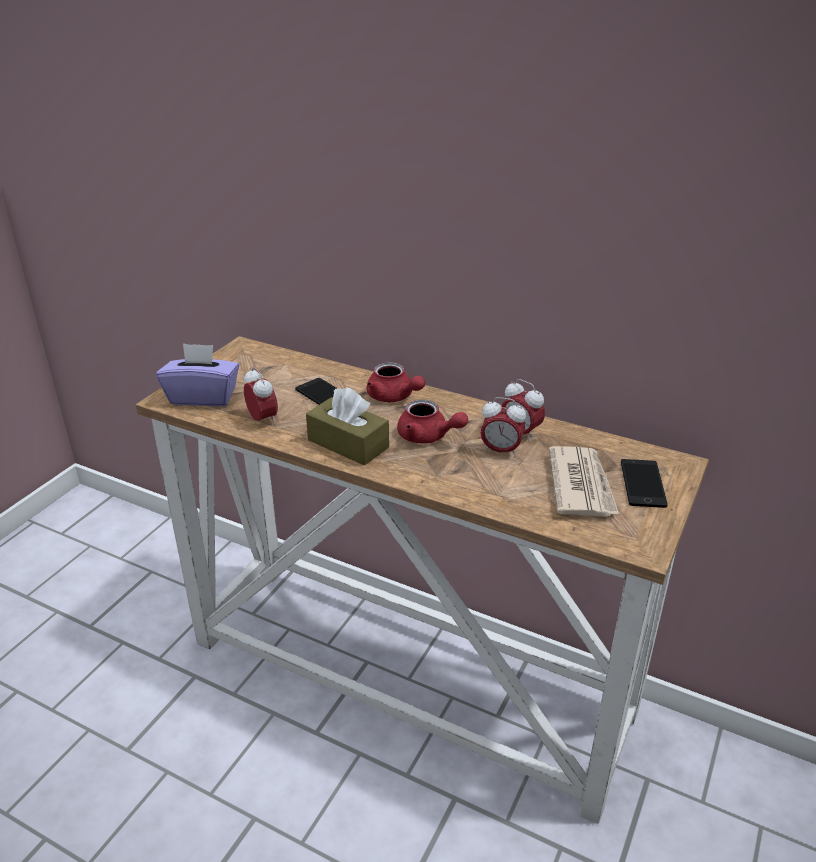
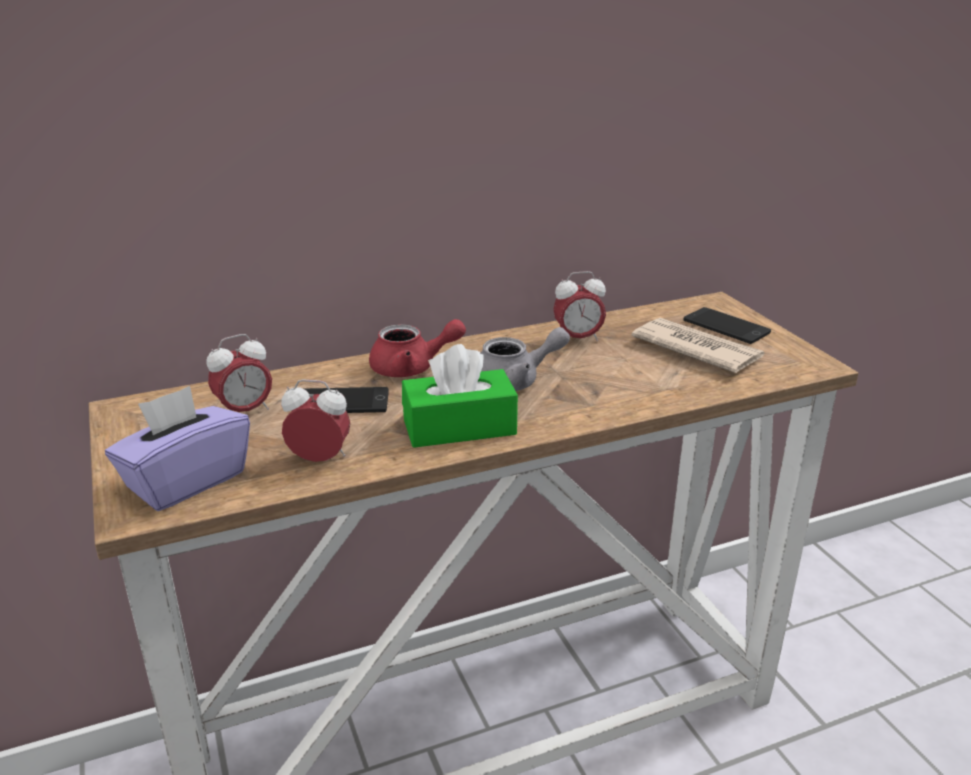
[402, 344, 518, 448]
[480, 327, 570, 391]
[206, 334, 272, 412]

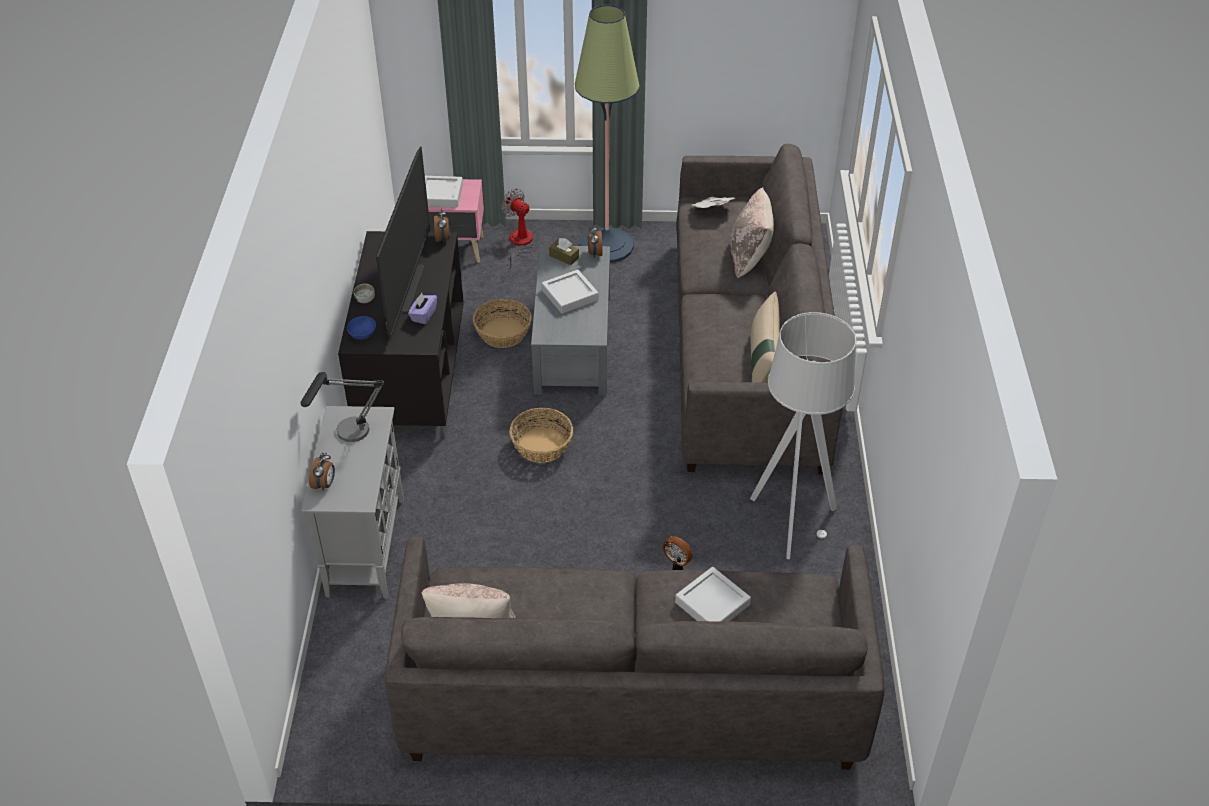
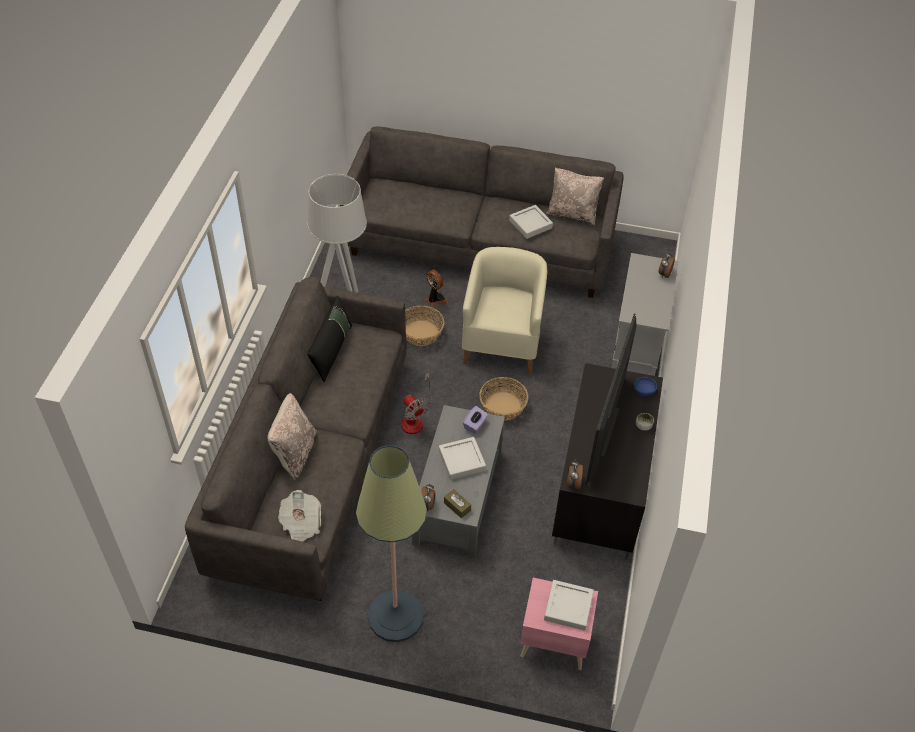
[300, 372, 384, 442] (first image)
[463, 406, 488, 434]
[405, 305, 444, 346]
[401, 373, 432, 434]
[509, 205, 553, 239]
[307, 296, 352, 382]
[462, 247, 547, 374]

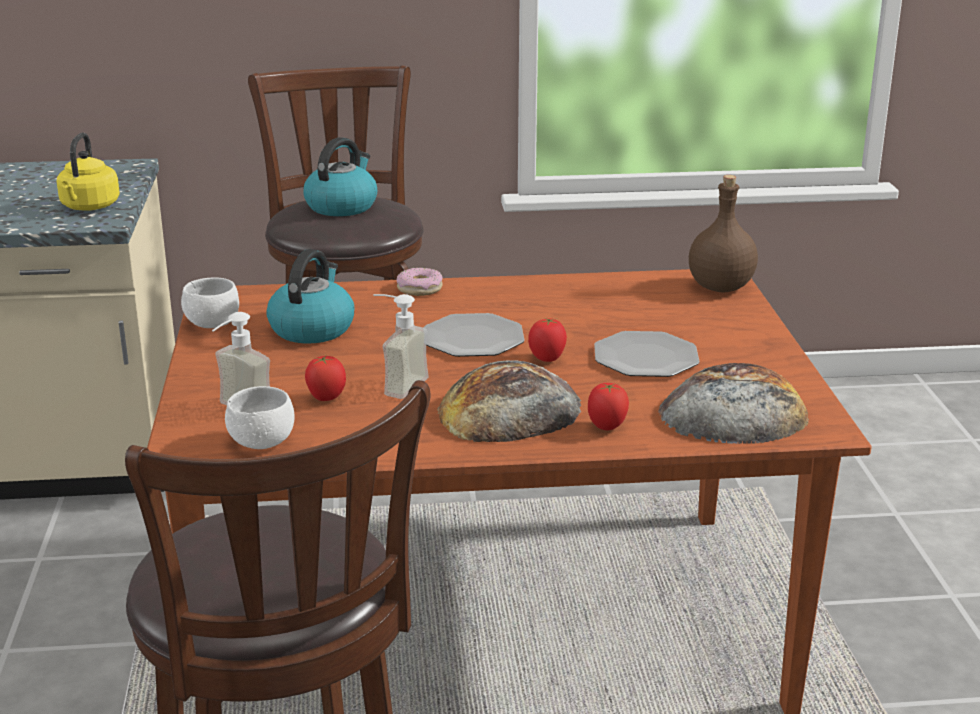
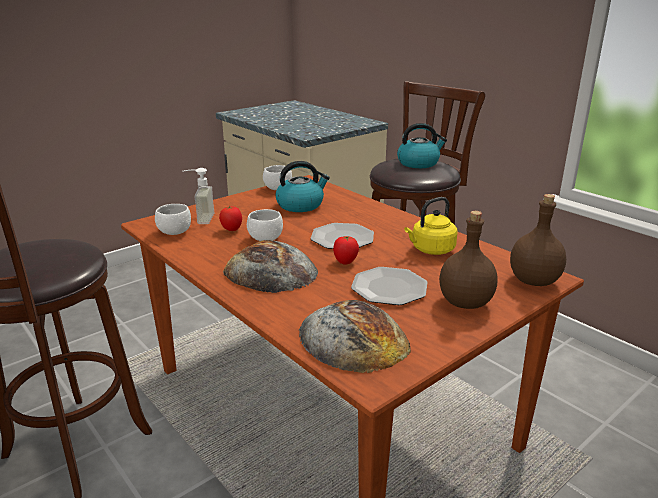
[404, 197, 458, 255]
[247, 209, 283, 241]
[396, 268, 443, 296] (first image)
[588, 383, 629, 430] (first image)
[439, 211, 497, 309]

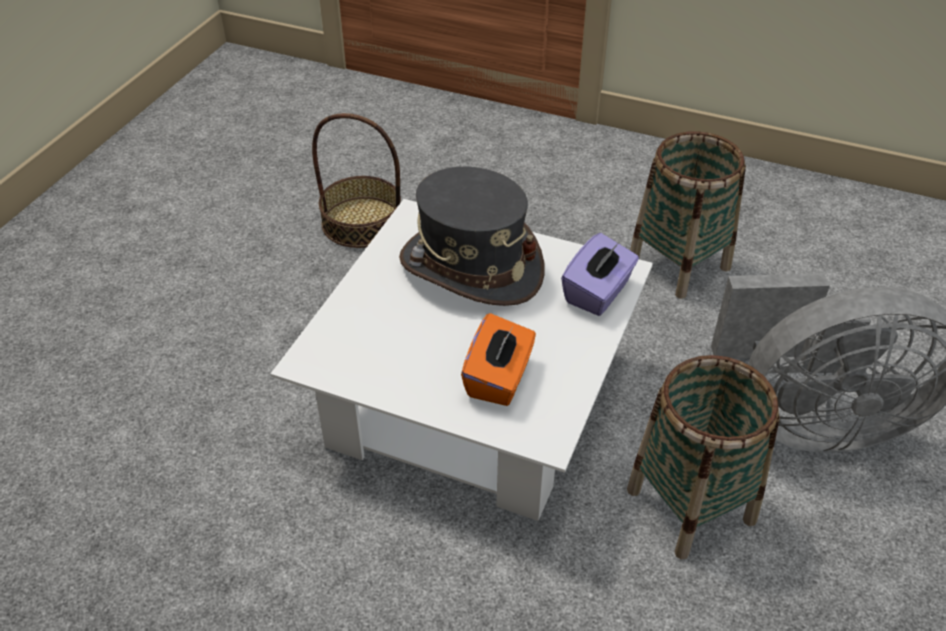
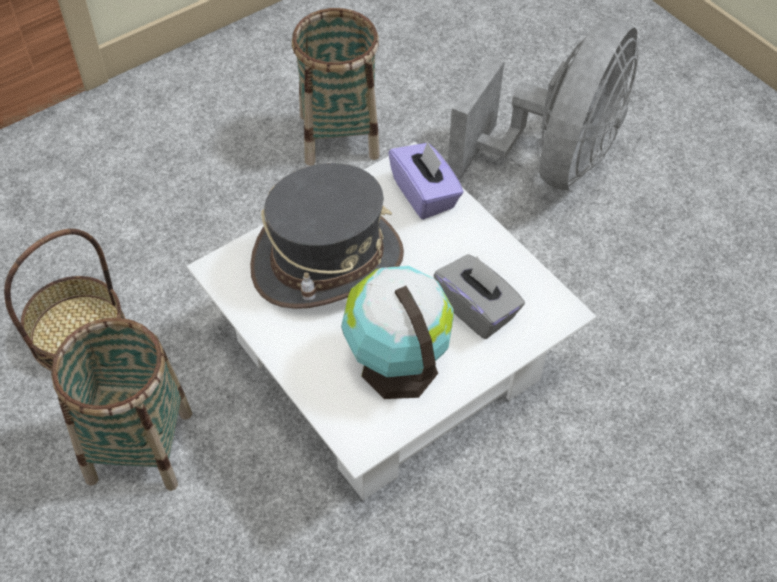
[434, 254, 525, 339]
[51, 318, 192, 491]
[341, 266, 454, 399]

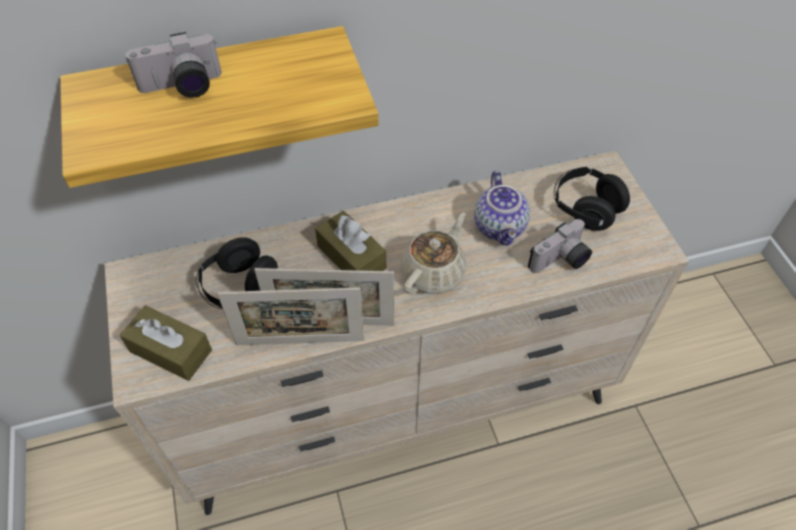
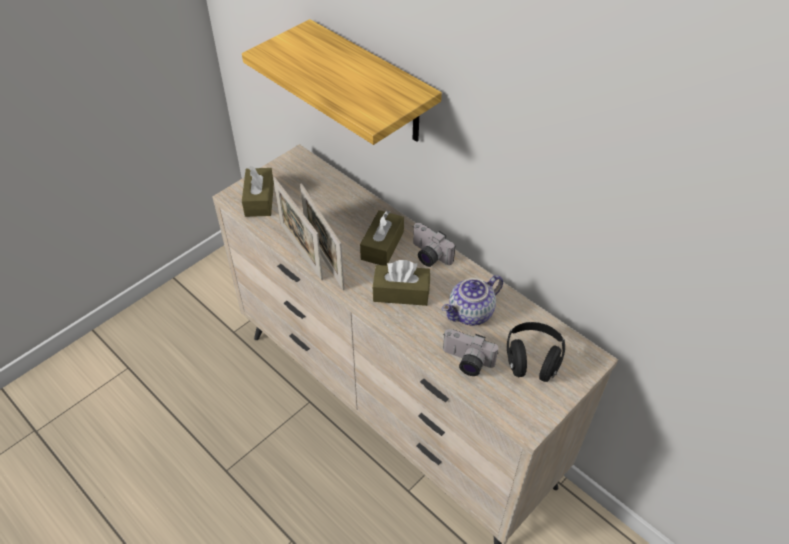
[413, 223, 455, 267]
[196, 237, 278, 309] (first image)
[372, 260, 430, 306]

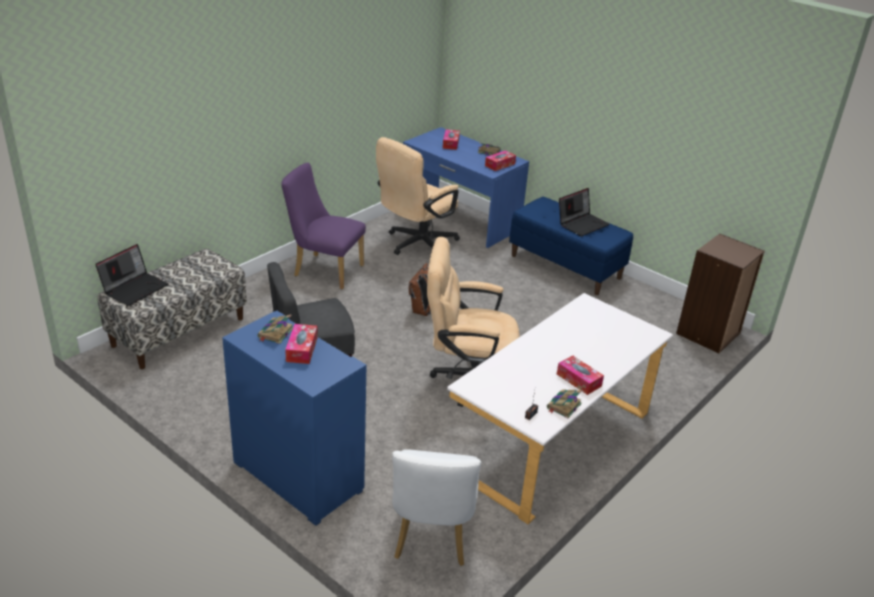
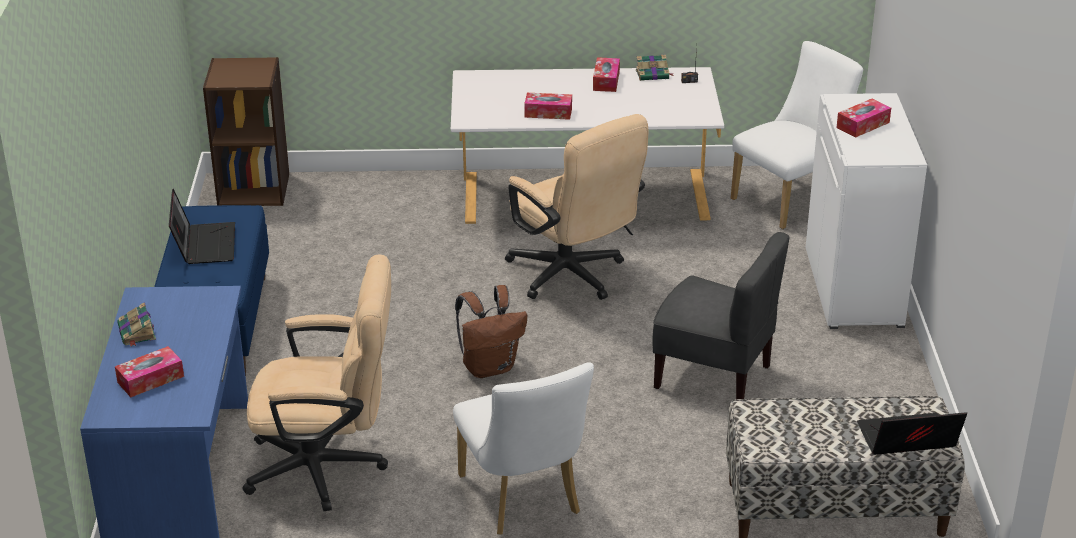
[806, 93, 927, 329]
[258, 315, 293, 344] (first image)
[453, 362, 594, 535]
[524, 93, 572, 120]
[169, 189, 235, 264]

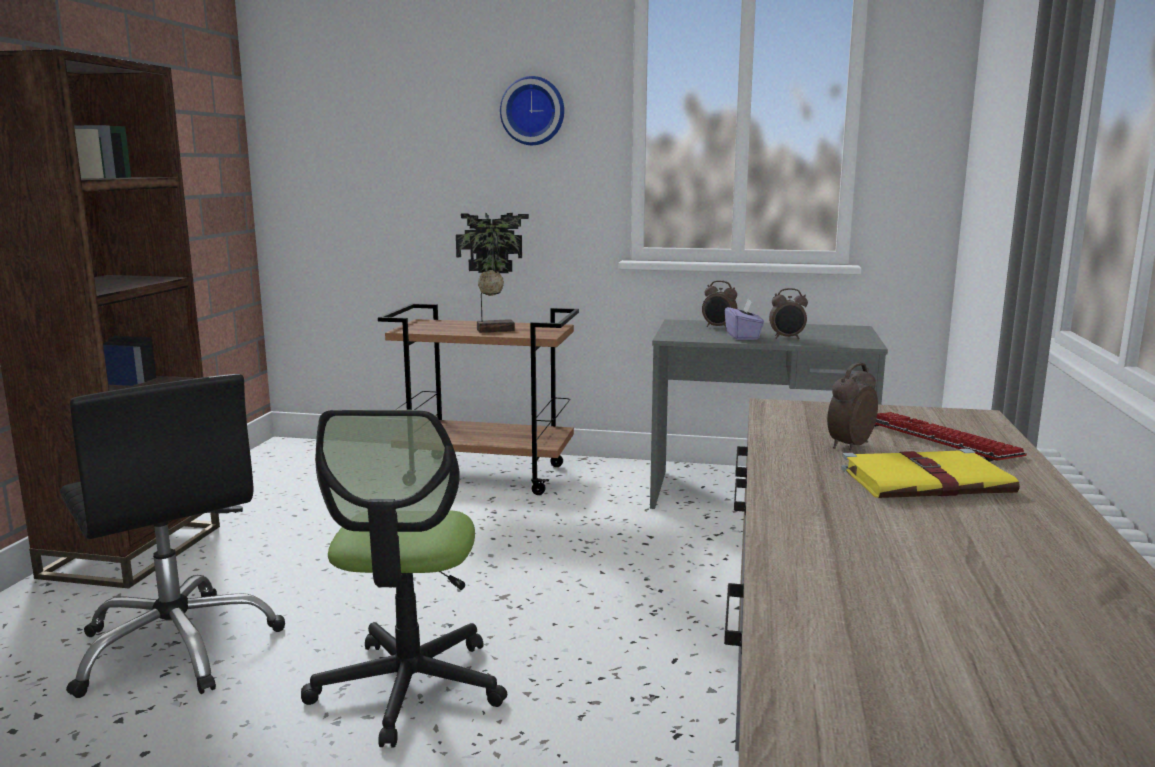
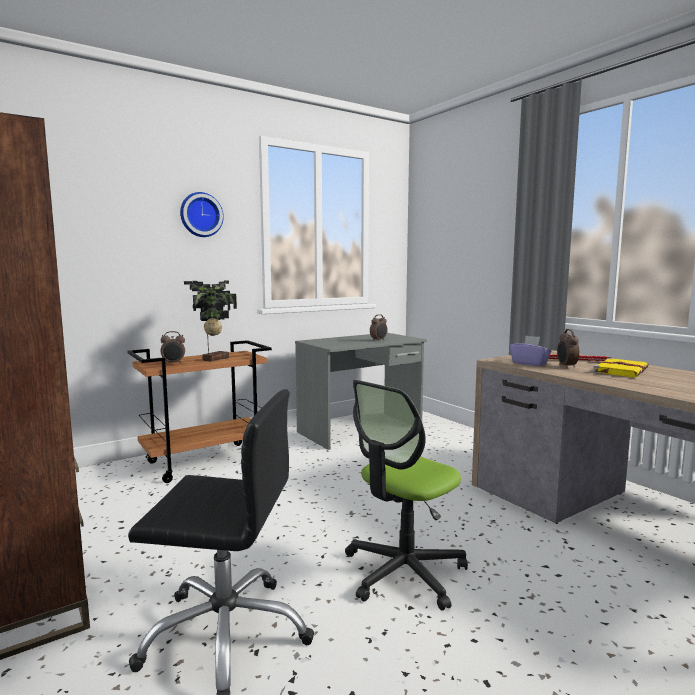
[345, 380, 468, 611]
[160, 331, 185, 364]
[510, 336, 551, 366]

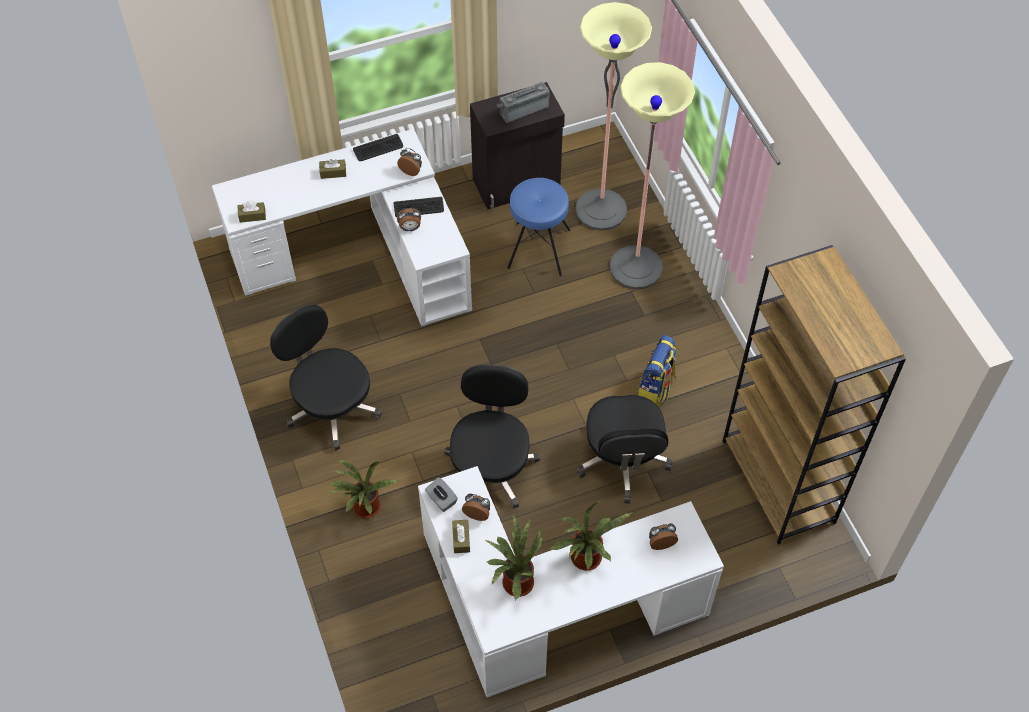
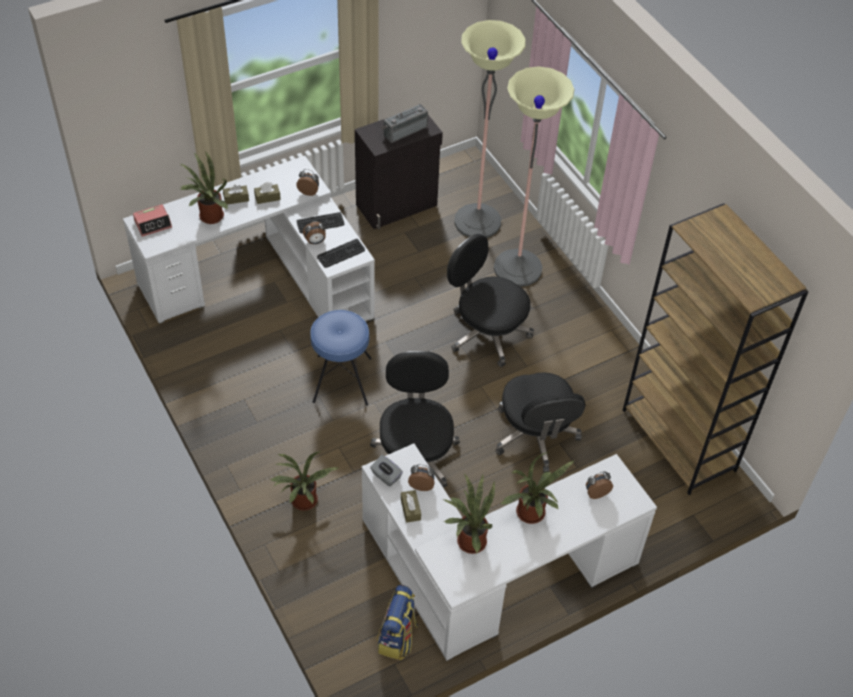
[254, 182, 281, 204]
[447, 234, 534, 367]
[317, 239, 365, 268]
[310, 310, 372, 405]
[377, 585, 418, 660]
[133, 204, 172, 237]
[180, 151, 228, 224]

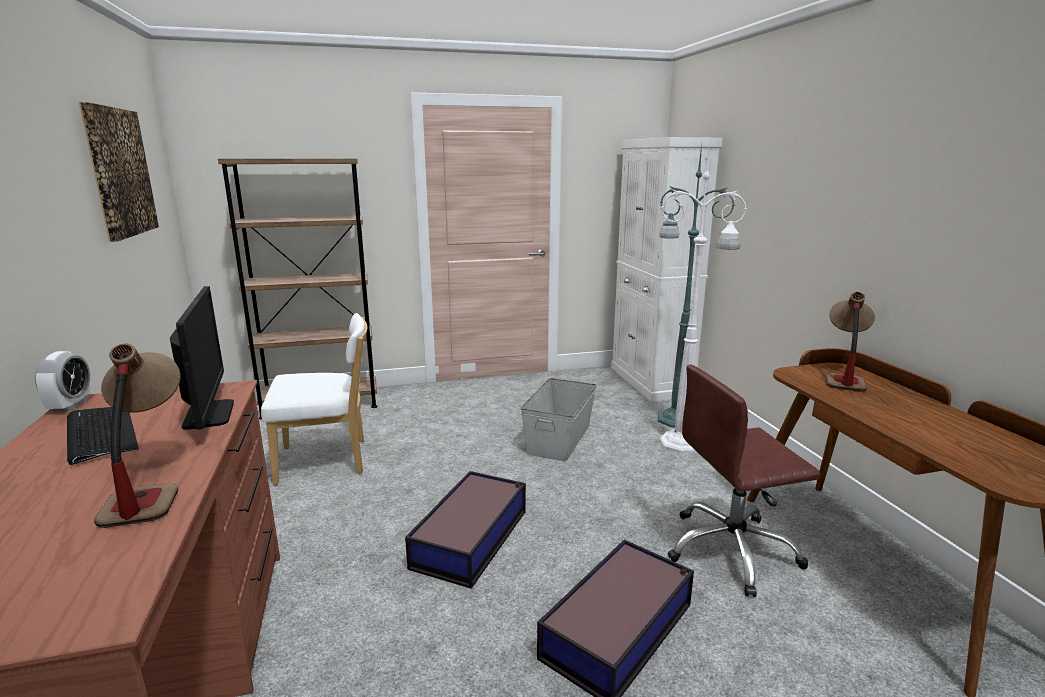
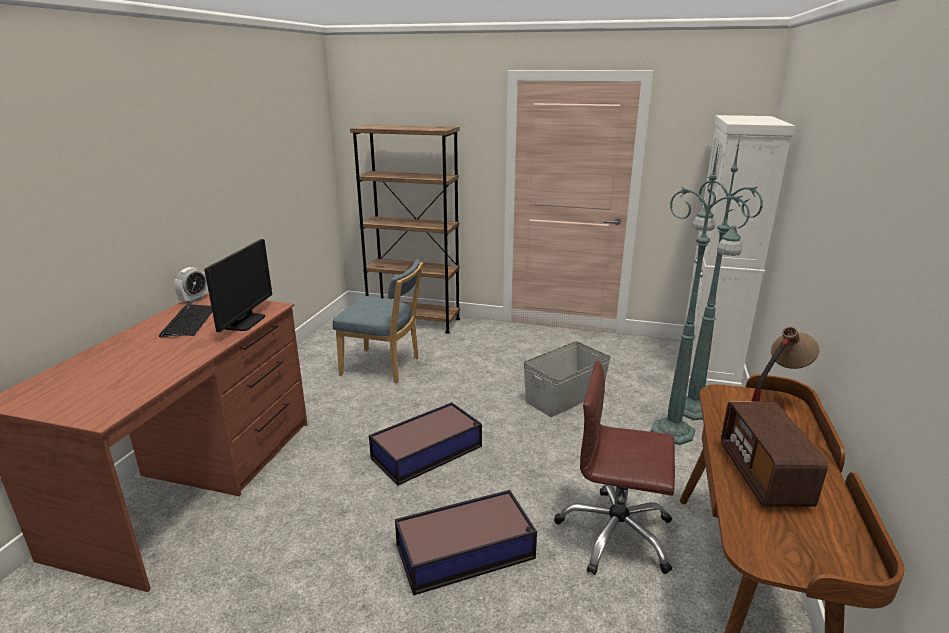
[79, 102, 159, 242] (first image)
[94, 344, 181, 528] (first image)
[333, 259, 423, 383]
[651, 142, 750, 445]
[721, 402, 828, 507]

